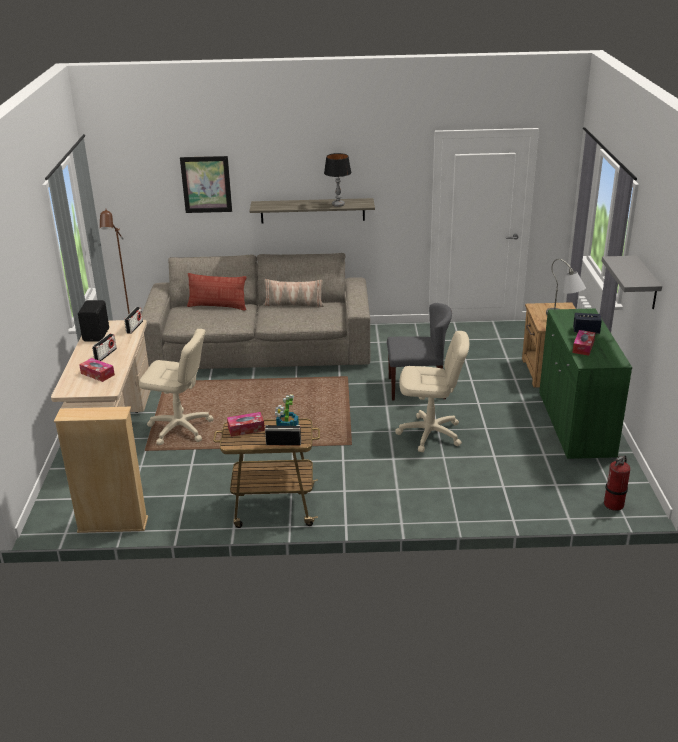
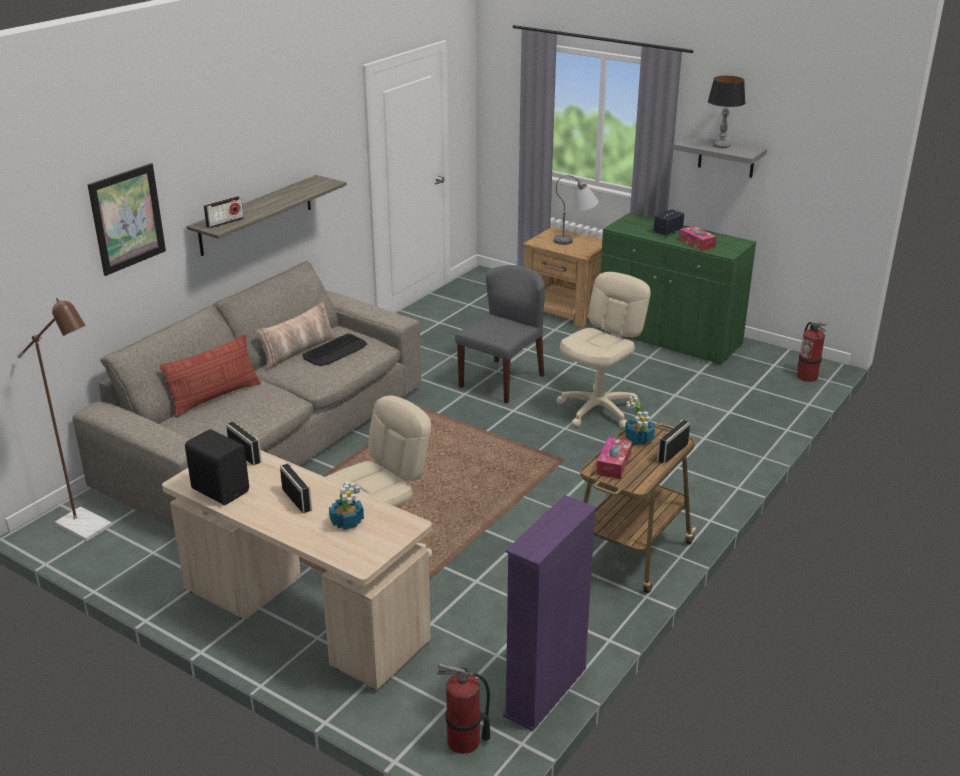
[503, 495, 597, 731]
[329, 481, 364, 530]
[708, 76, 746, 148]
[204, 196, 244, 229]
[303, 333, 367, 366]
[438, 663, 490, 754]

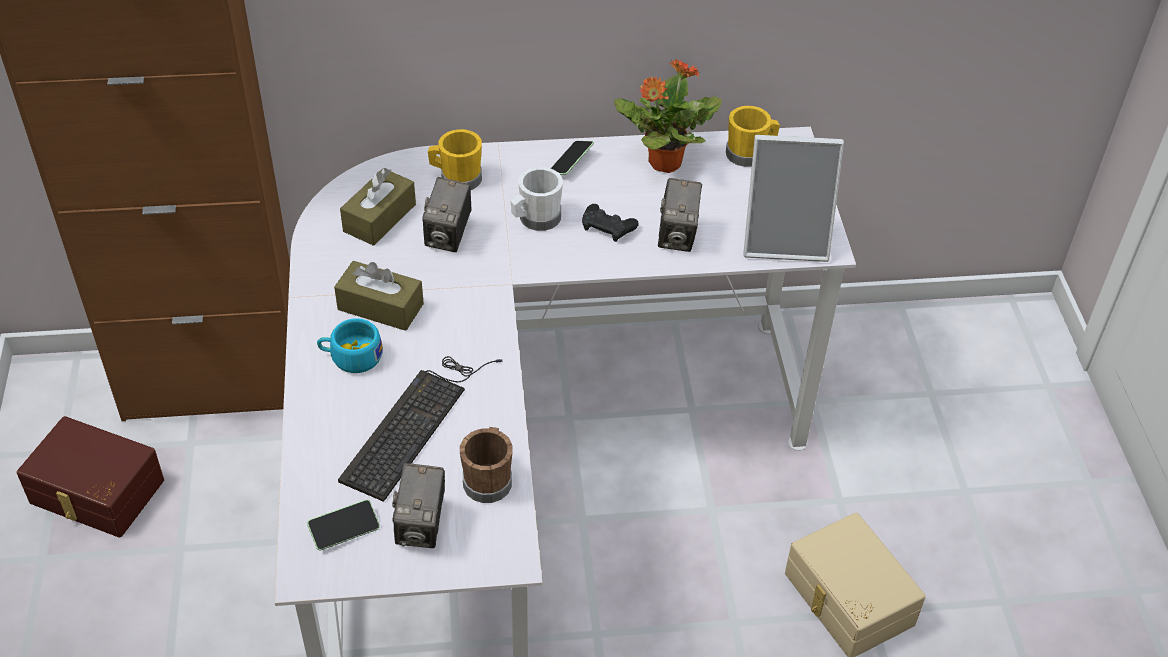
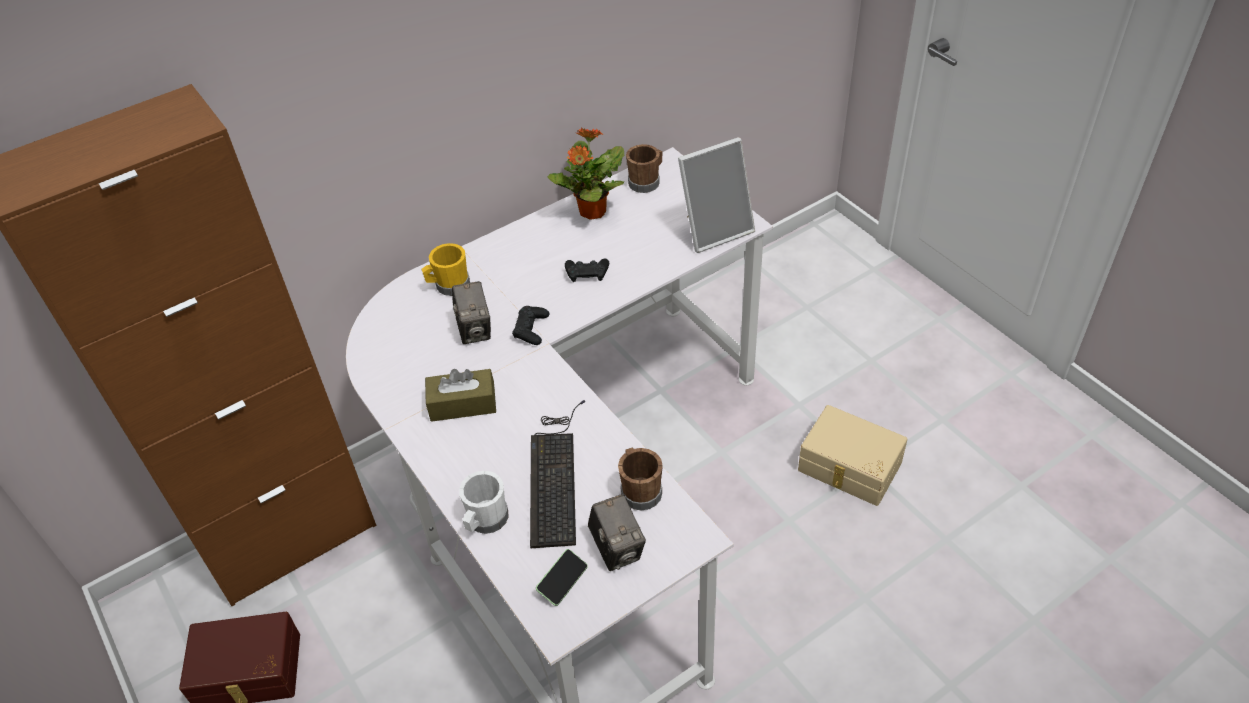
[317, 318, 383, 373] (first image)
[340, 168, 416, 246] (first image)
[459, 471, 509, 534]
[551, 141, 594, 175] (first image)
[658, 178, 702, 252] (first image)
[626, 144, 662, 193]
[512, 306, 549, 345]

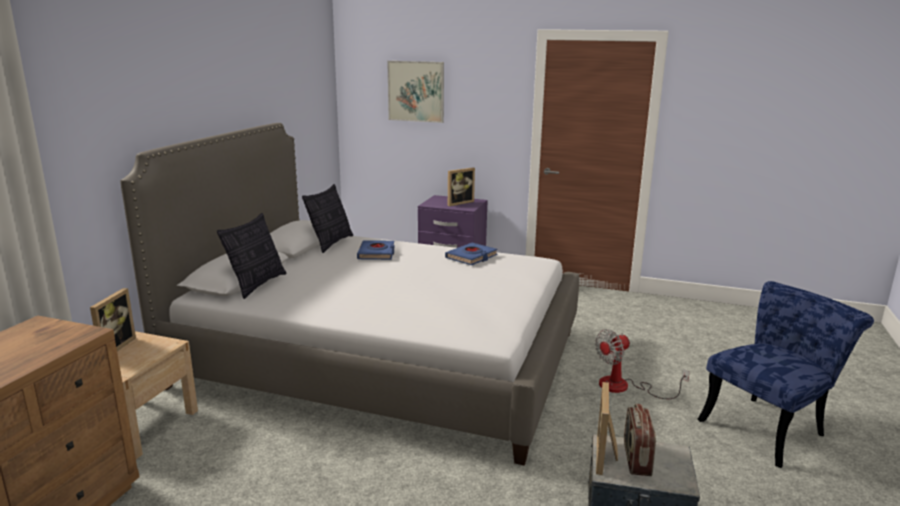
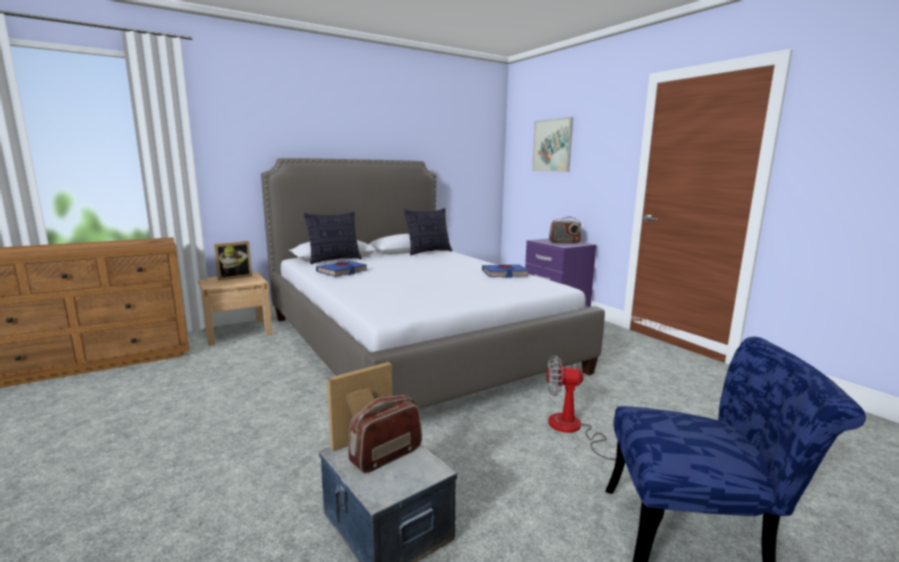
[316, 261, 368, 277]
[549, 217, 581, 244]

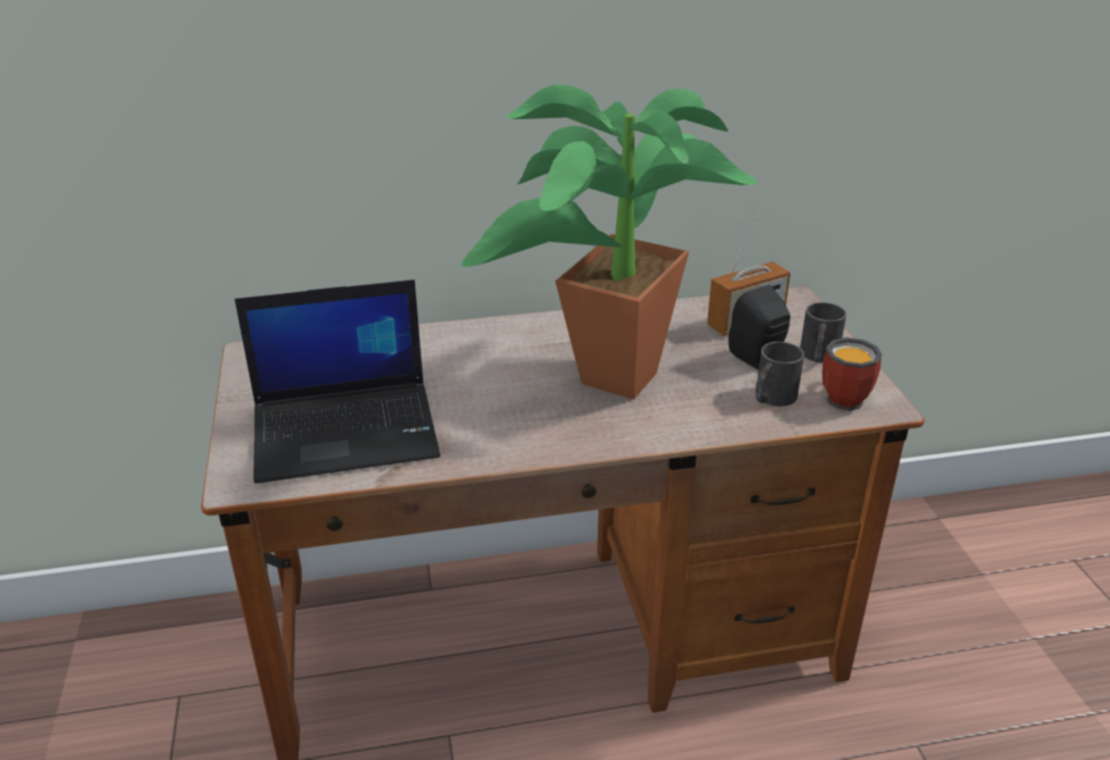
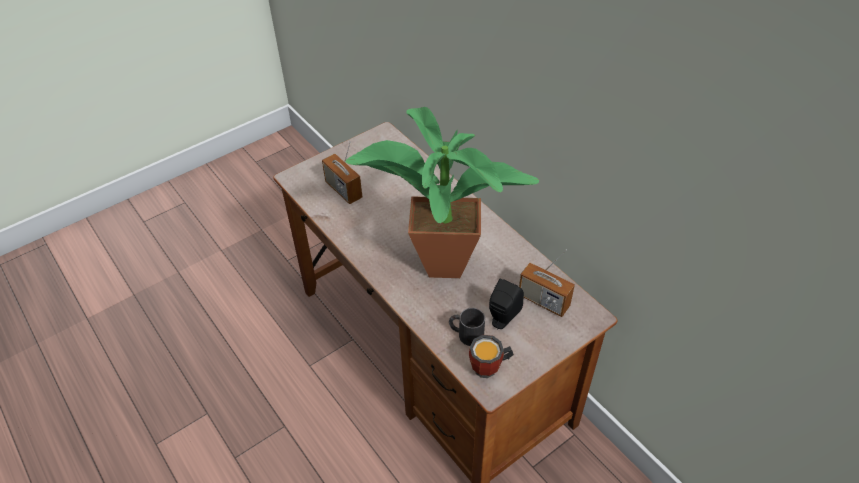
[322, 141, 362, 204]
[800, 302, 846, 363] (first image)

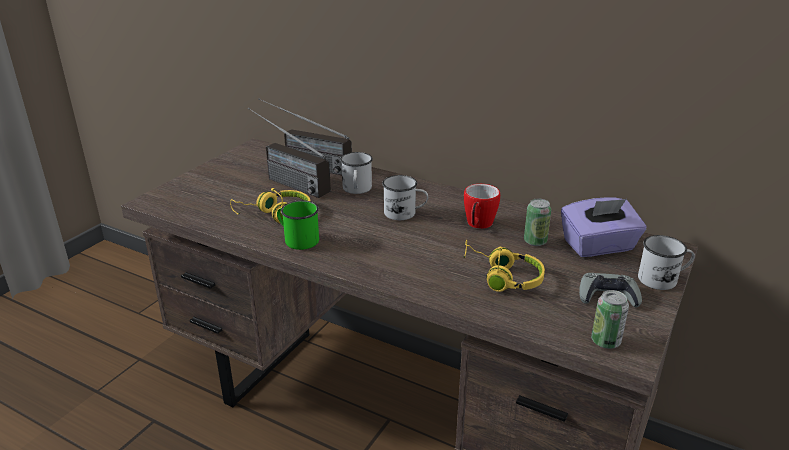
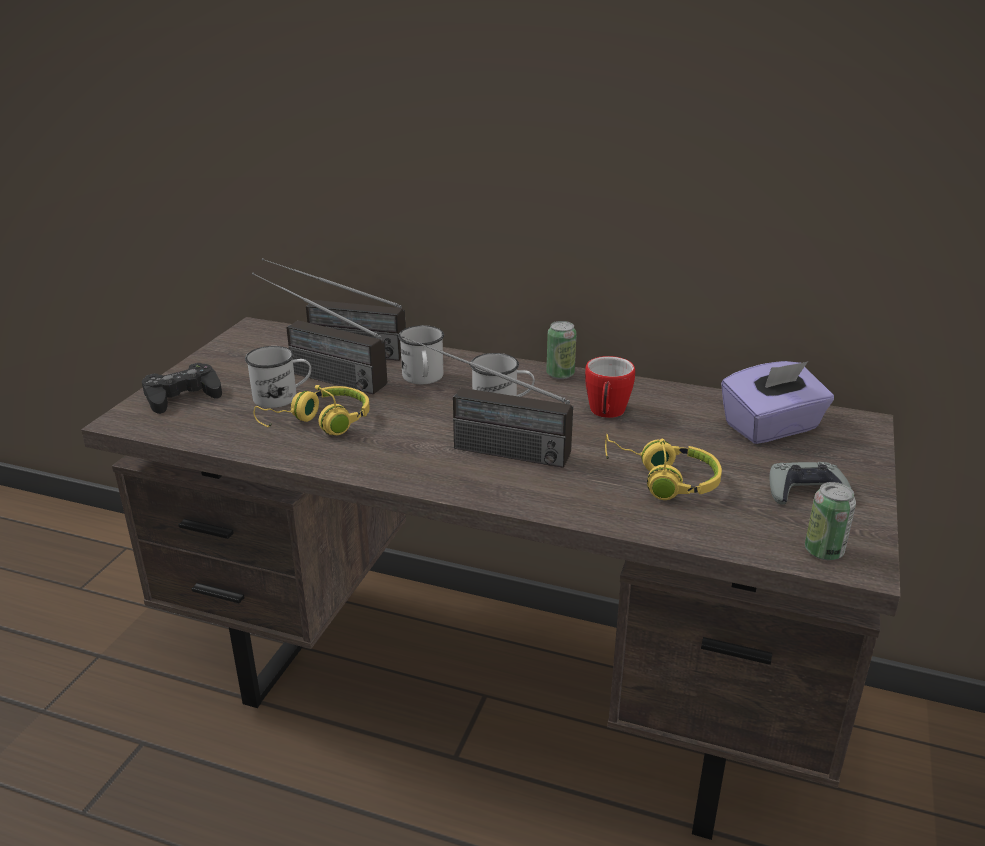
[277, 200, 319, 250] (first image)
[546, 321, 577, 379]
[245, 346, 312, 408]
[142, 363, 222, 414]
[401, 335, 573, 468]

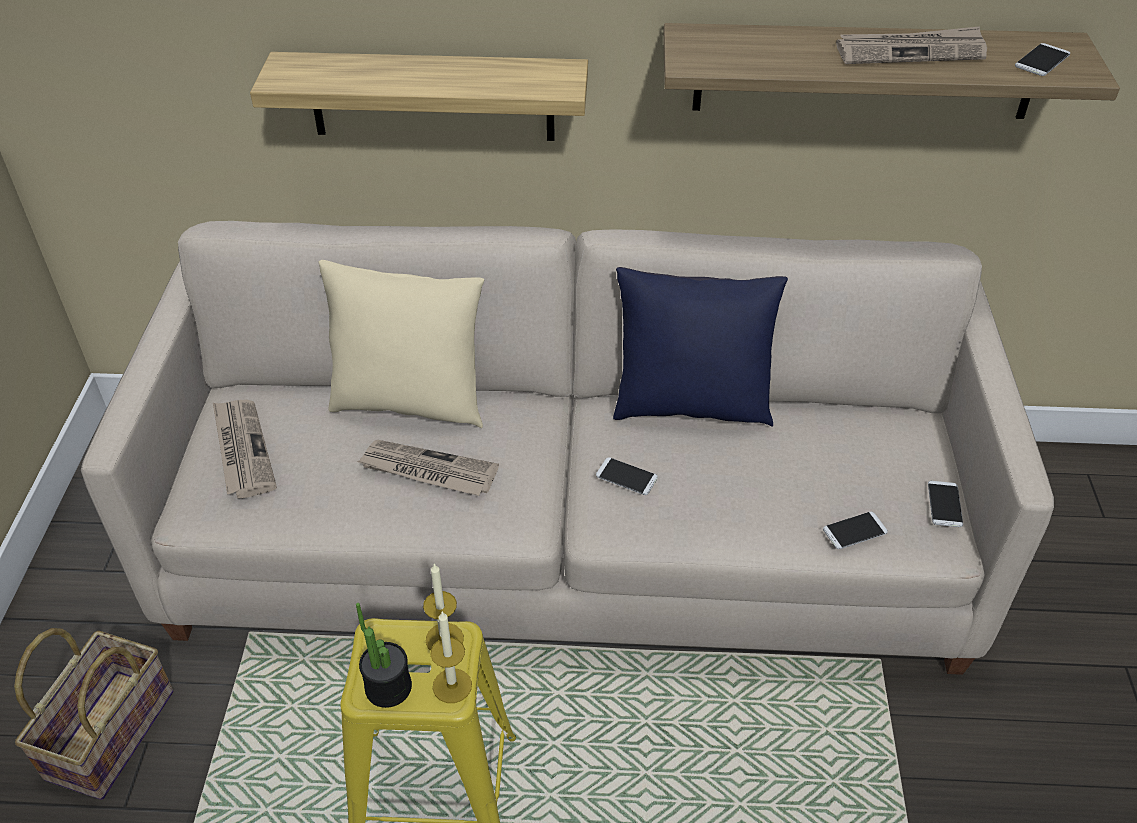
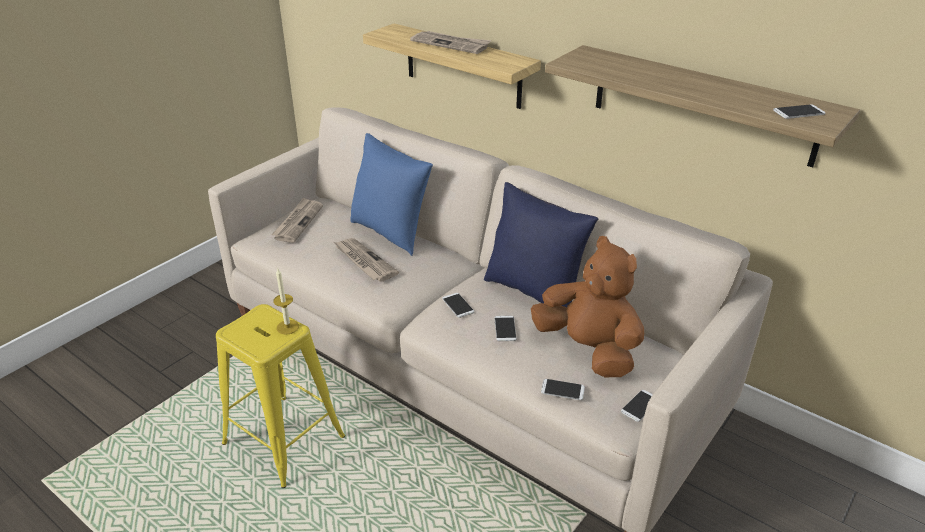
[14, 628, 174, 800] (first image)
[350, 133, 433, 256]
[356, 603, 412, 708] (first image)
[430, 611, 472, 703] (first image)
[410, 31, 491, 54]
[495, 316, 516, 341]
[531, 236, 644, 377]

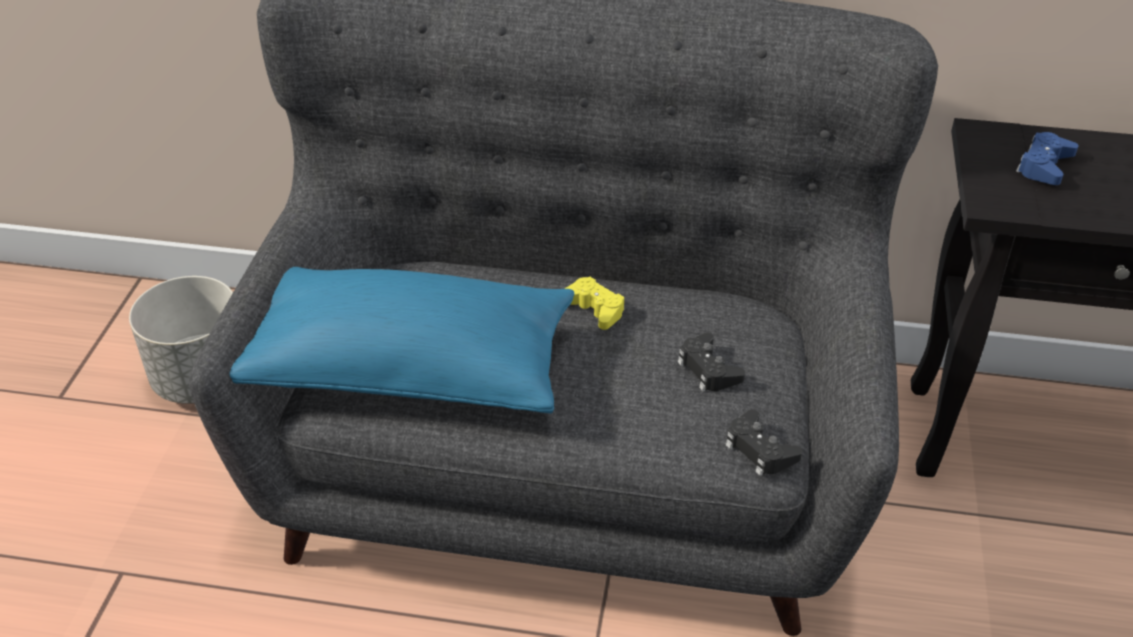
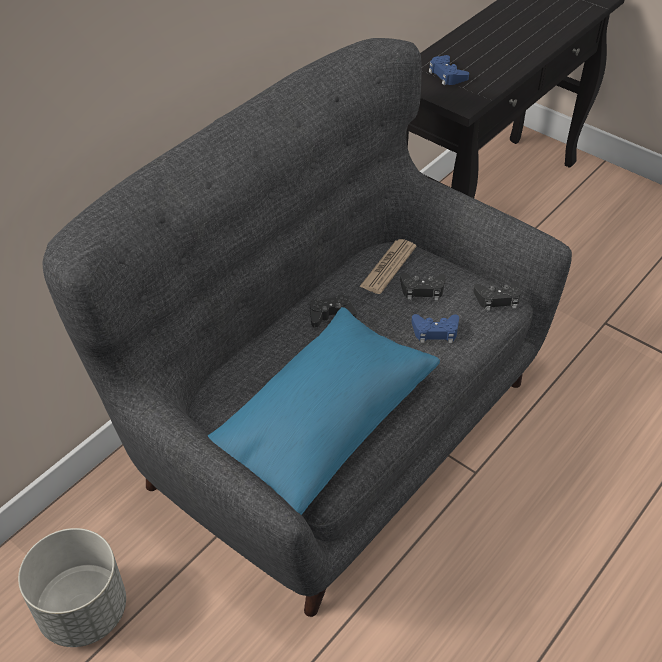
[310, 294, 357, 328]
[359, 239, 416, 294]
[412, 314, 459, 343]

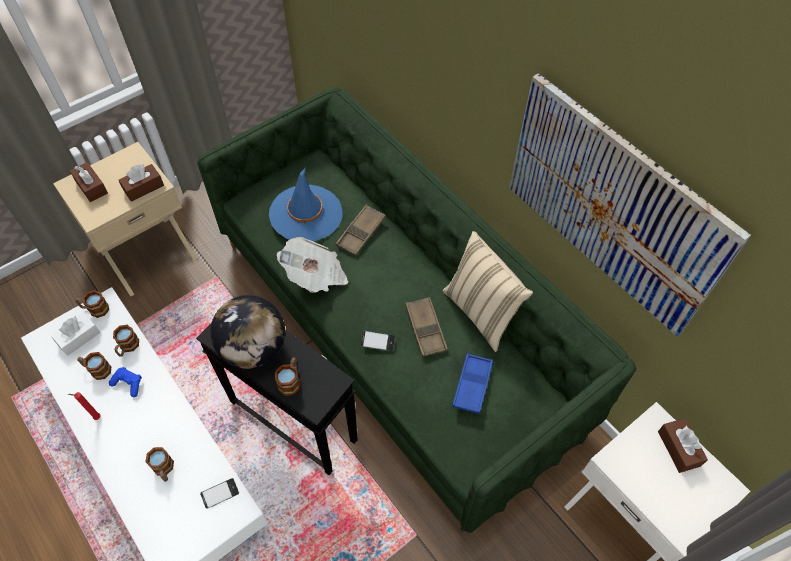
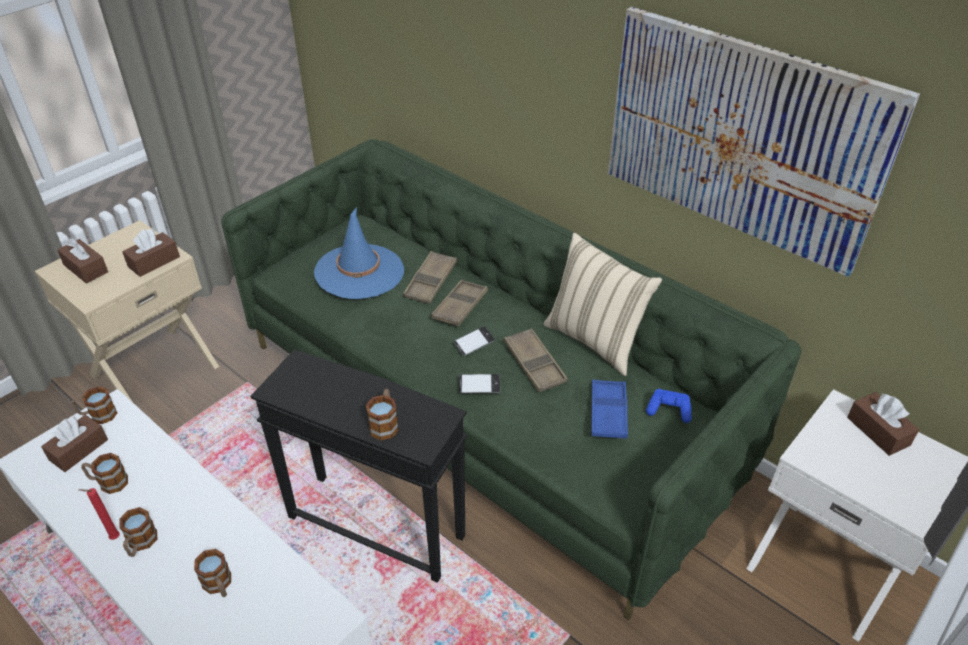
[41, 415, 108, 472]
[646, 389, 692, 423]
[119, 507, 157, 557]
[454, 326, 495, 356]
[210, 295, 285, 369] (first image)
[277, 237, 348, 293] (first image)
[431, 280, 488, 326]

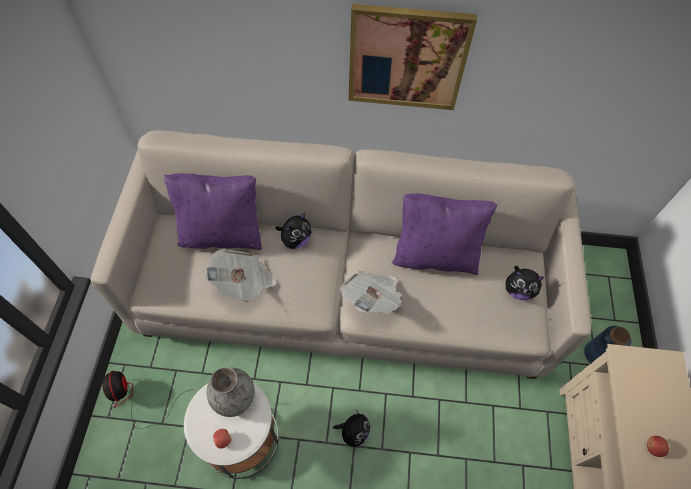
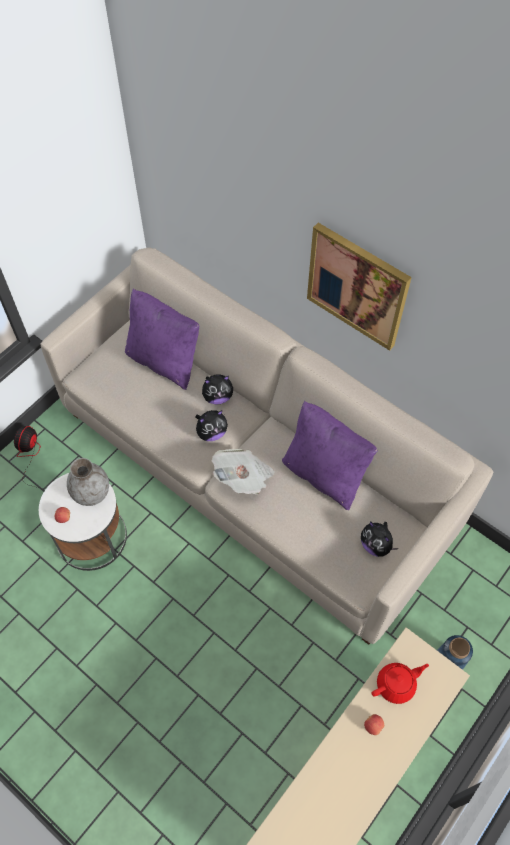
[203, 249, 276, 302] (first image)
[195, 410, 228, 441]
[372, 663, 429, 704]

